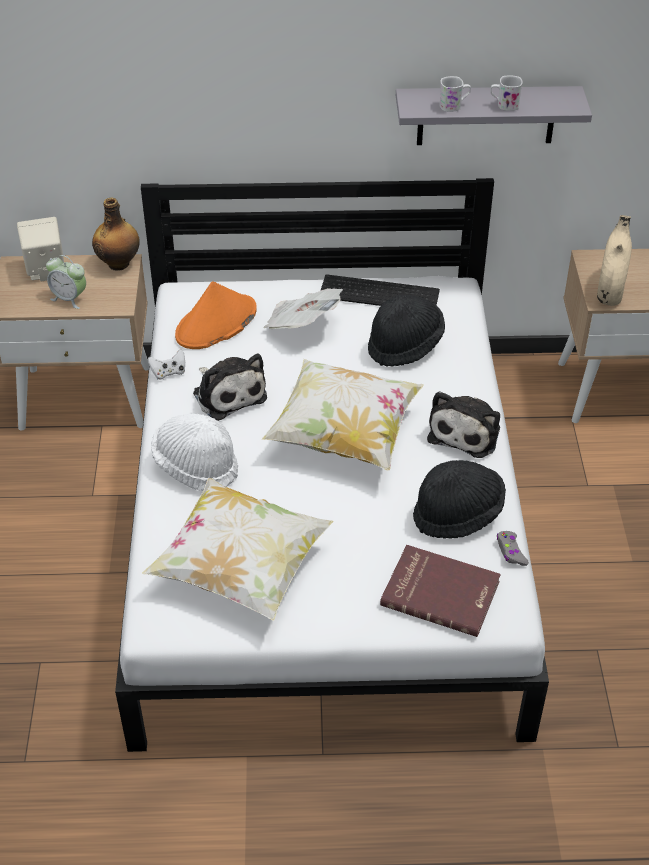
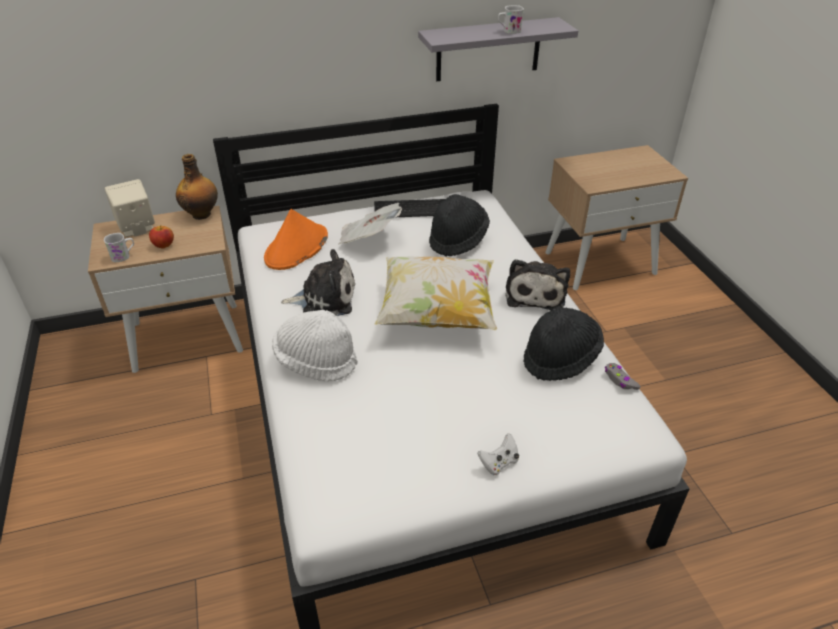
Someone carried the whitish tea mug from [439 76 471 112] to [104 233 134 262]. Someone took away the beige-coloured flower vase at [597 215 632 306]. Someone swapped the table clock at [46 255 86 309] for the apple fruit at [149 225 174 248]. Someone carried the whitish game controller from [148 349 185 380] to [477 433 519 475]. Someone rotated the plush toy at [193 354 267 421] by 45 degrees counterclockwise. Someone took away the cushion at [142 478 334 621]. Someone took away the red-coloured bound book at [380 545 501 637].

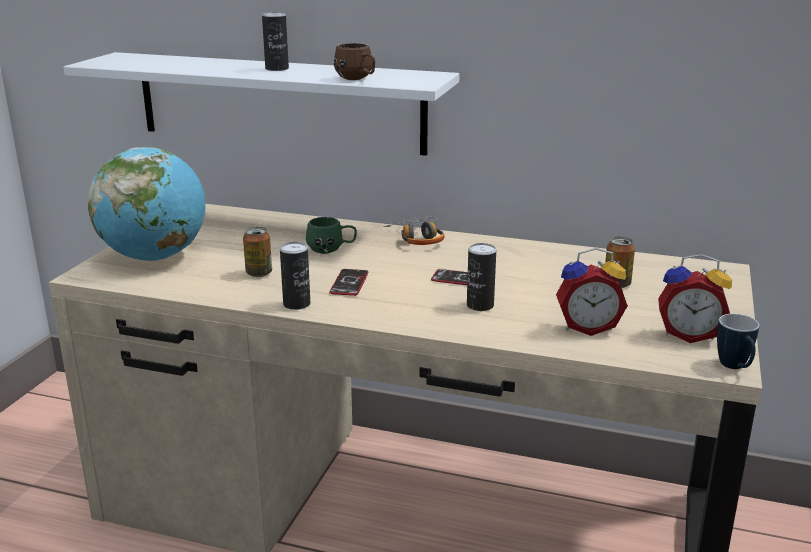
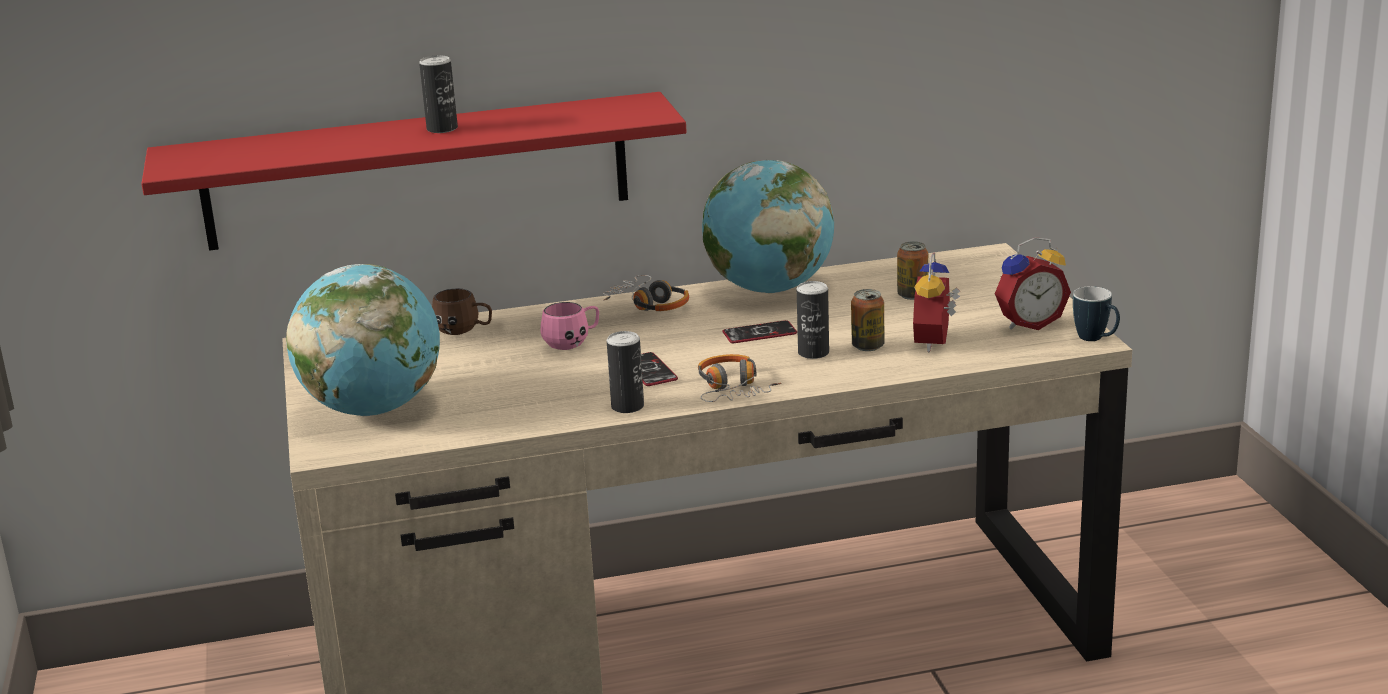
Someone carried the brown-coloured tea mug from [334 43 375 80] to [432 288 492 335]. Someone repainted the whitish shelf at [64 52 459 156], which became the red-coloured shelf at [141 92 687 251]. Someone repainted the greenish tea mug at [306 217 357 254], which became the pinkish tea mug at [540 302 599 350]. Someone carried the can from [243 227 272 277] to [851 289 885 351]. Someone rotated the table clock at [556 248 628 336] by 135 degrees clockwise. Someone put down the desk globe at [702 160 834 293]. Someone put down the pair of headphones at [698 354 782 402].

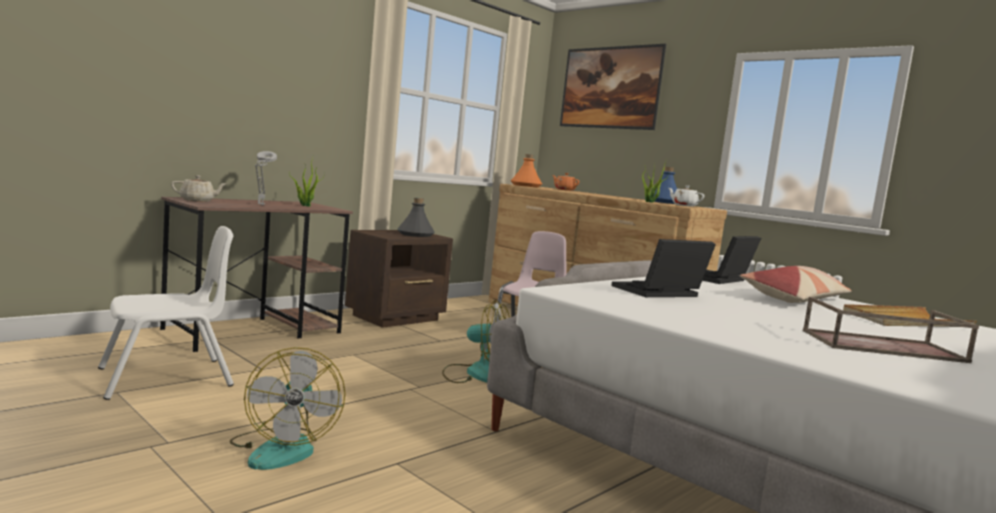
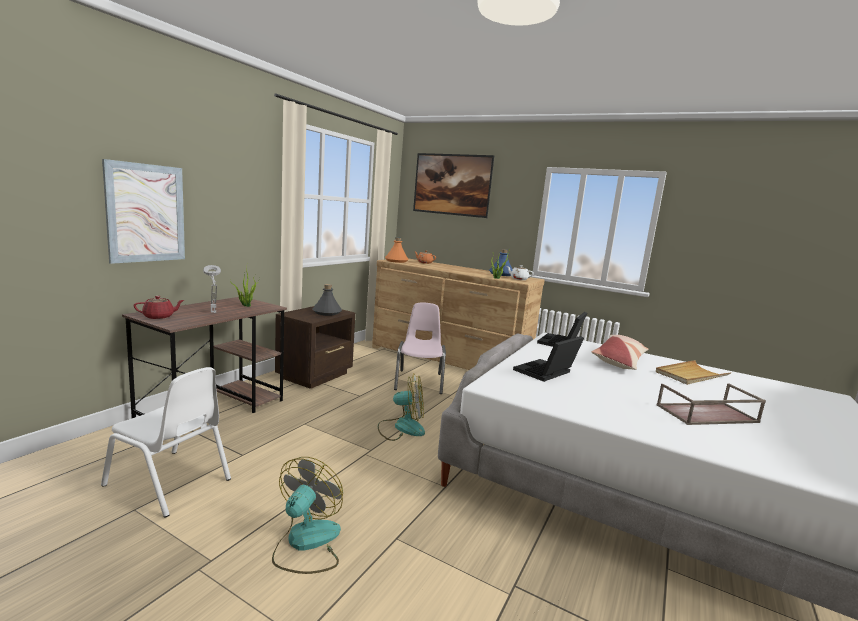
Someone repainted the beige-coloured teapot at [171 175 228 202], which became the red-coloured teapot at [133 296 184 319]. Someone rotated the whitish plain chair at [98 226 234 400] by 75 degrees clockwise. Someone rotated the electric fan at [230 347 345 470] by 135 degrees counterclockwise. Someone put up the wall picture at [102 159 185 264].

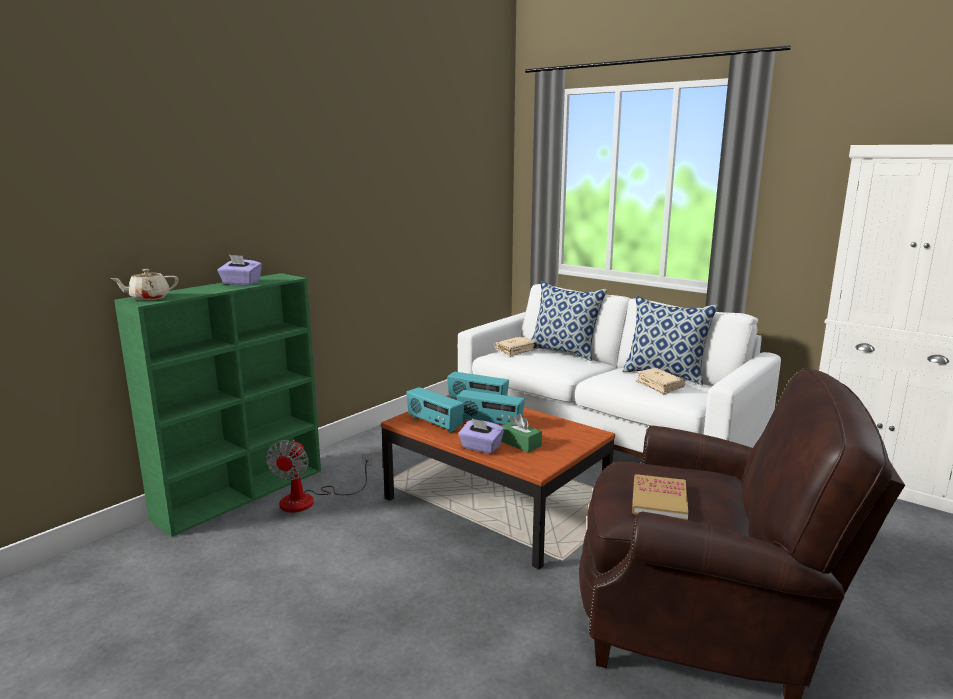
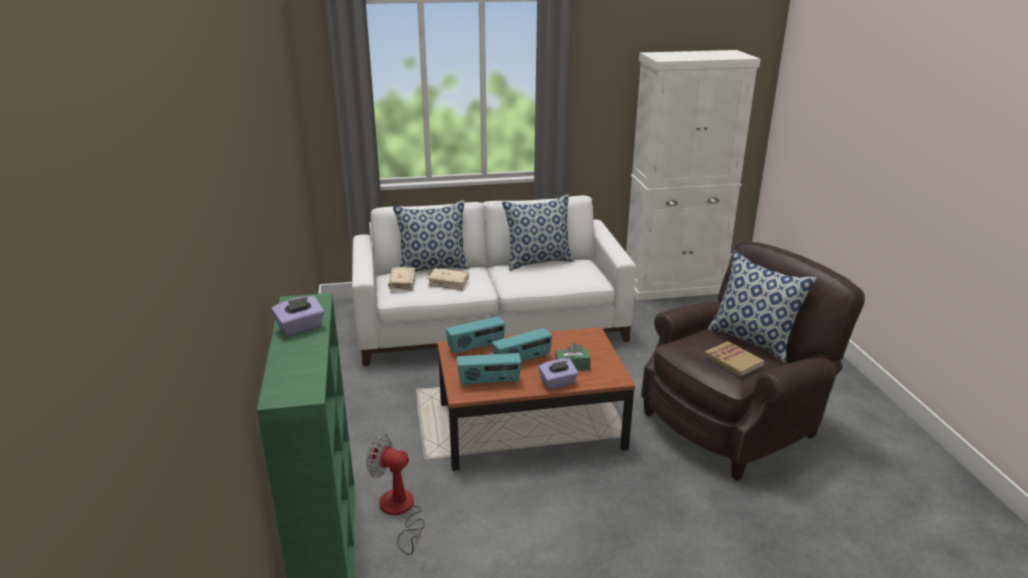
Someone took away the beige-coloured teapot at [110 269 178 301]. Someone carried the beige-coloured bound book from [636 368 685 395] to [427 268 469 290]. Someone rotated the electric fan at [266 440 371 512] by 150 degrees clockwise. Someone put down the cushion at [708 250 817 363].

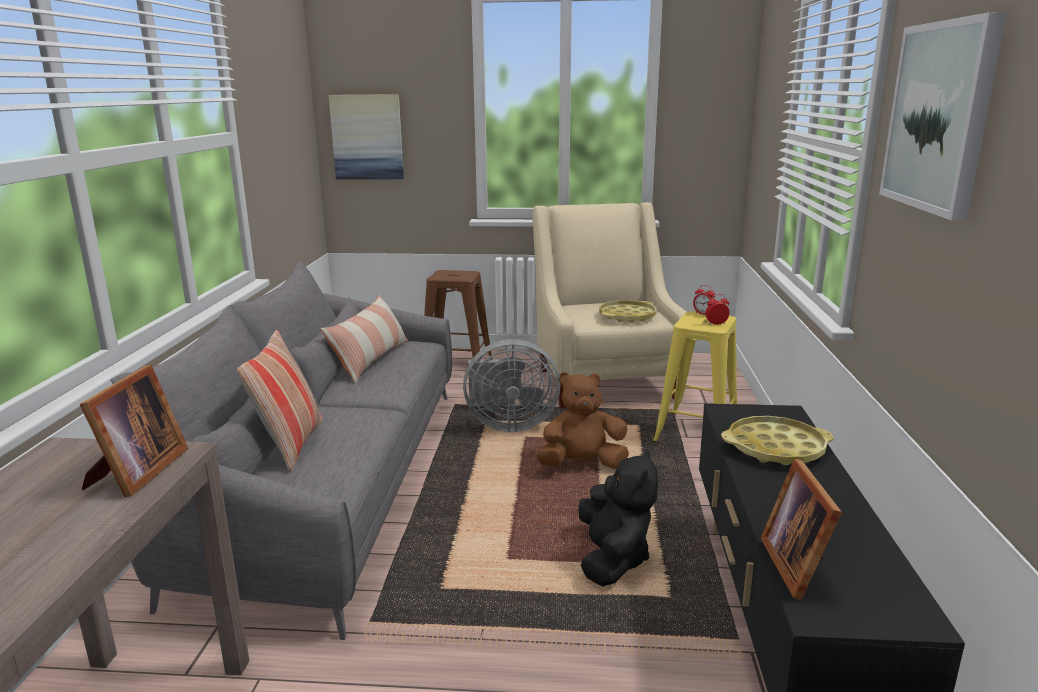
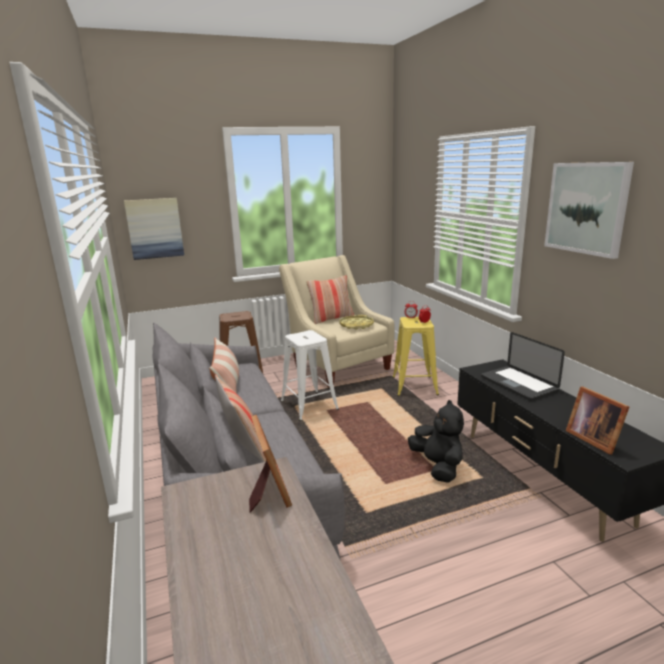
Someone swapped the grey electric fan at [463 339 560 432] for the whitish stool seat at [281 330 339 421]. Someone took away the brown-coloured plush toy at [536 372 629 469]. Someone swapped the yellow-coloured carrying tray at [721 416 834 465] for the portable computer at [481 332 565 401]. Someone put down the cushion at [307 275 354 324].

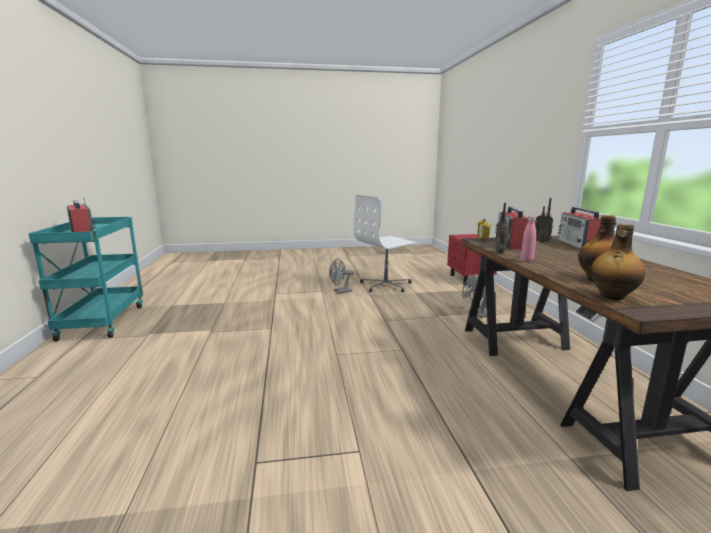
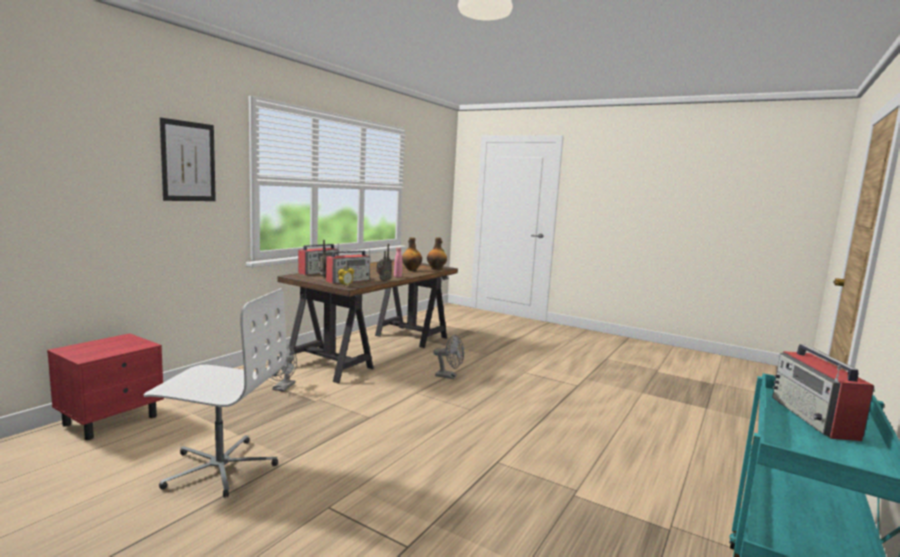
Someone carried the grey electric fan from [329 258 354 294] to [433 334 464 379]. Someone put up the wall picture at [160 118 216 201].

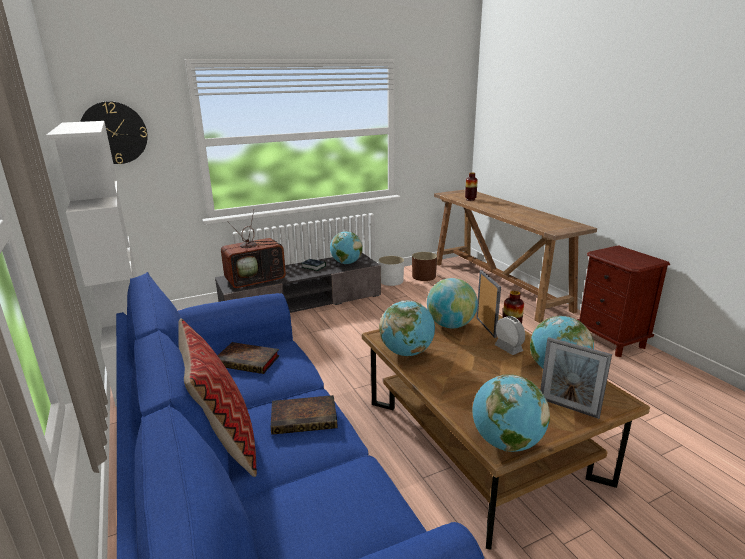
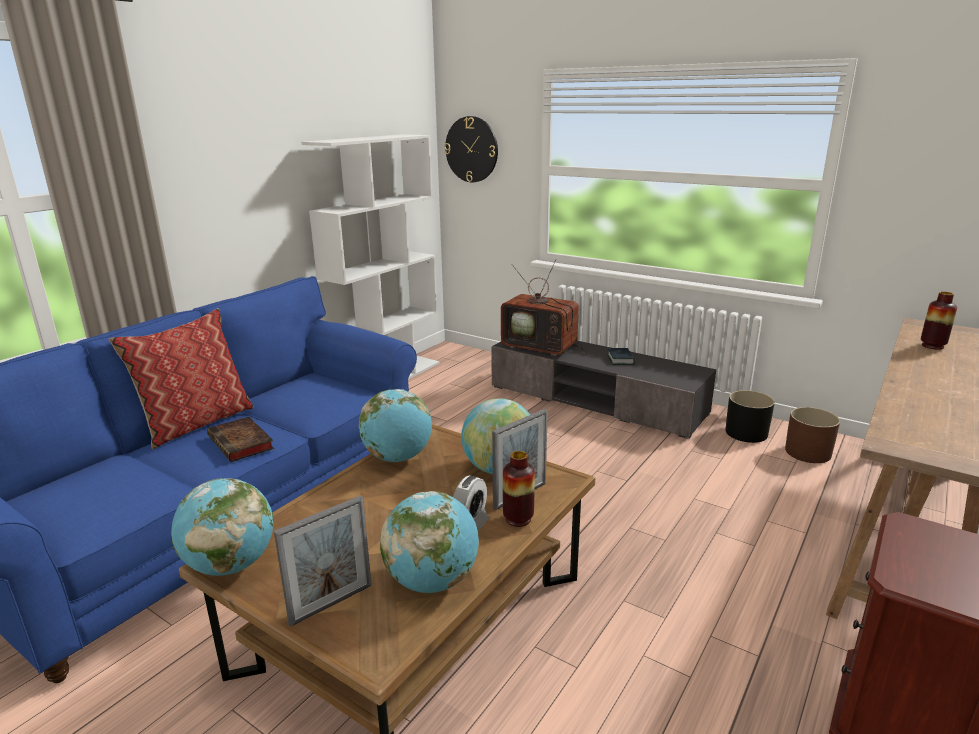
Someone took away the desk globe at [330 231 363 264]. Someone repainted the whitish plant pot at [379 256 404 286], which became the blackish plant pot at [725 390 775 443]. Someone rotated the photo frame at [540 337 612 419] by 135 degrees counterclockwise. Someone took away the bound book at [217 342 280 374].

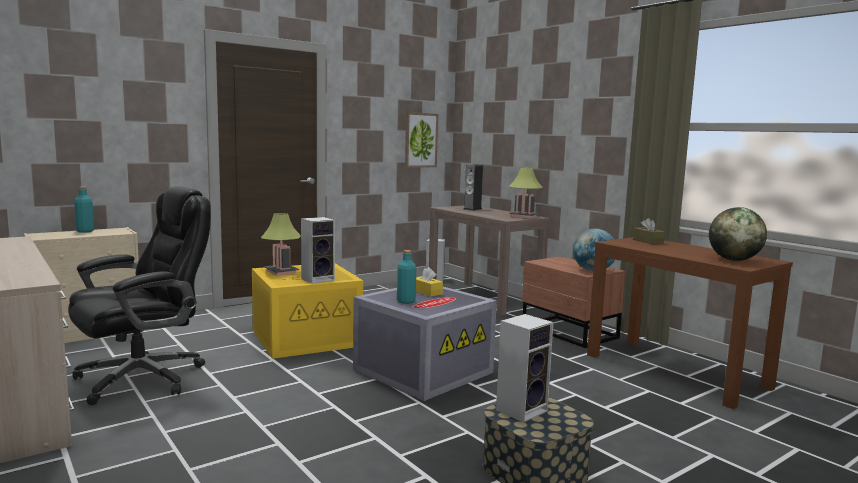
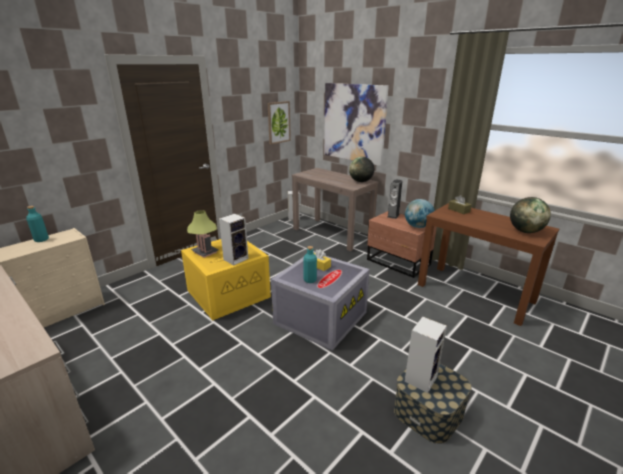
Someone carried the speaker from [463 164 483 211] to [387 179 402 219]. Someone swapped the table lamp at [509 168 543 218] for the desk globe at [349 157 375 182]. Someone took away the blackish computer chair at [68 186 211 405]. Someone put up the wall picture at [324 83 389 166].

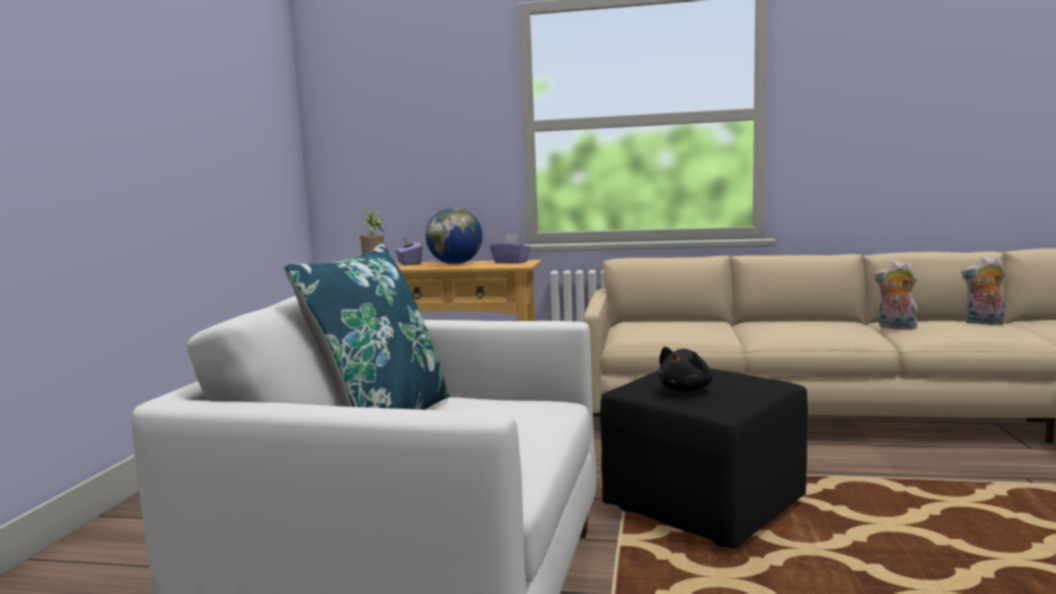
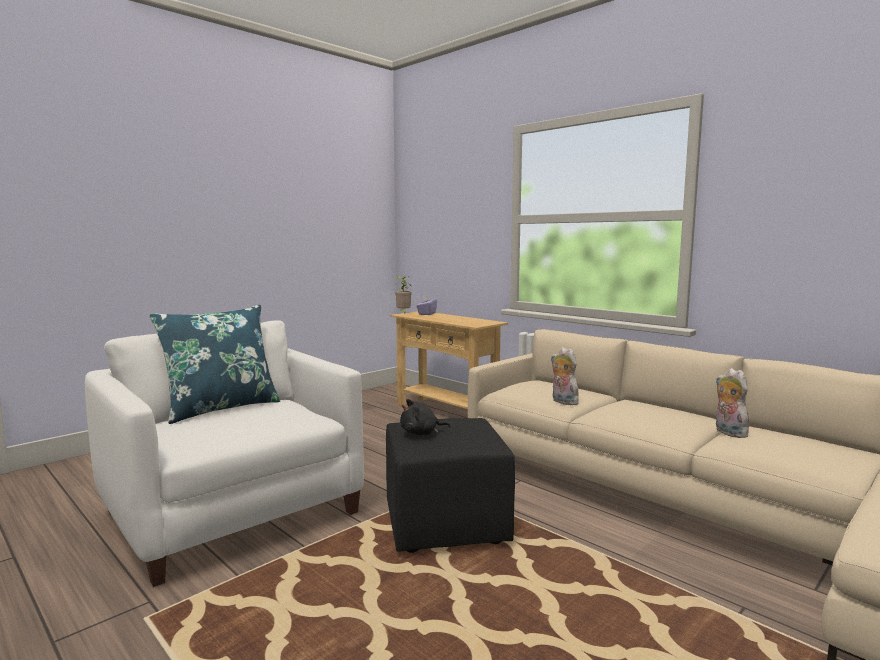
Someone took away the desk globe at [426 208 483 265]. Someone took away the purplish tissue box at [490 234 531 264]. Someone carried the plush toy from [961 256 1005 325] to [551 347 581 405].

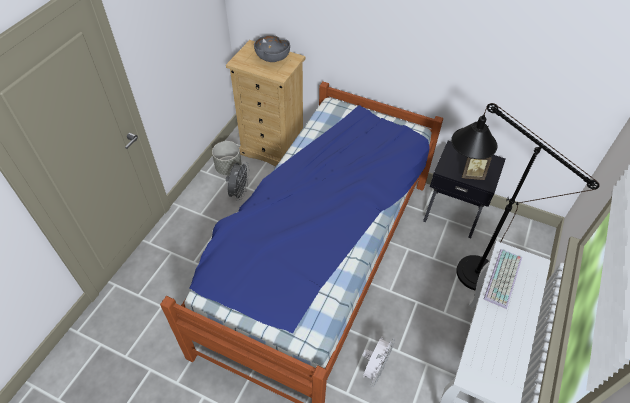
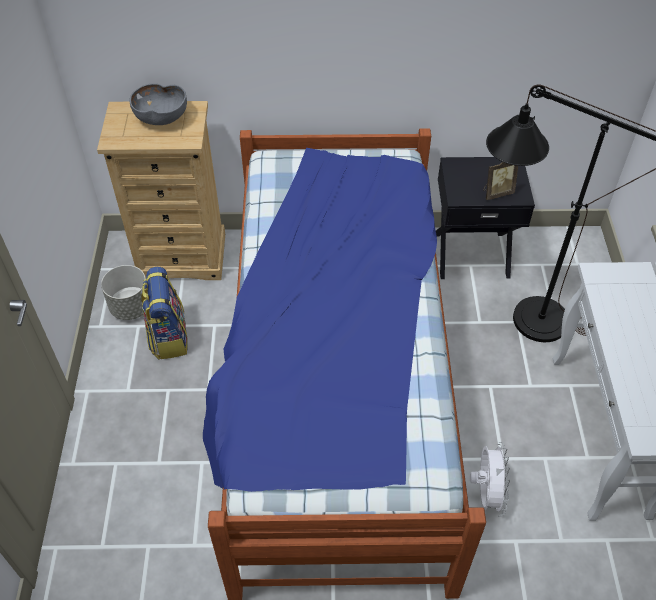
Someone swapped the grey electric fan at [226 162 250 201] for the backpack at [141 267 188 359]. Someone took away the keyboard at [483 249 522 309].

